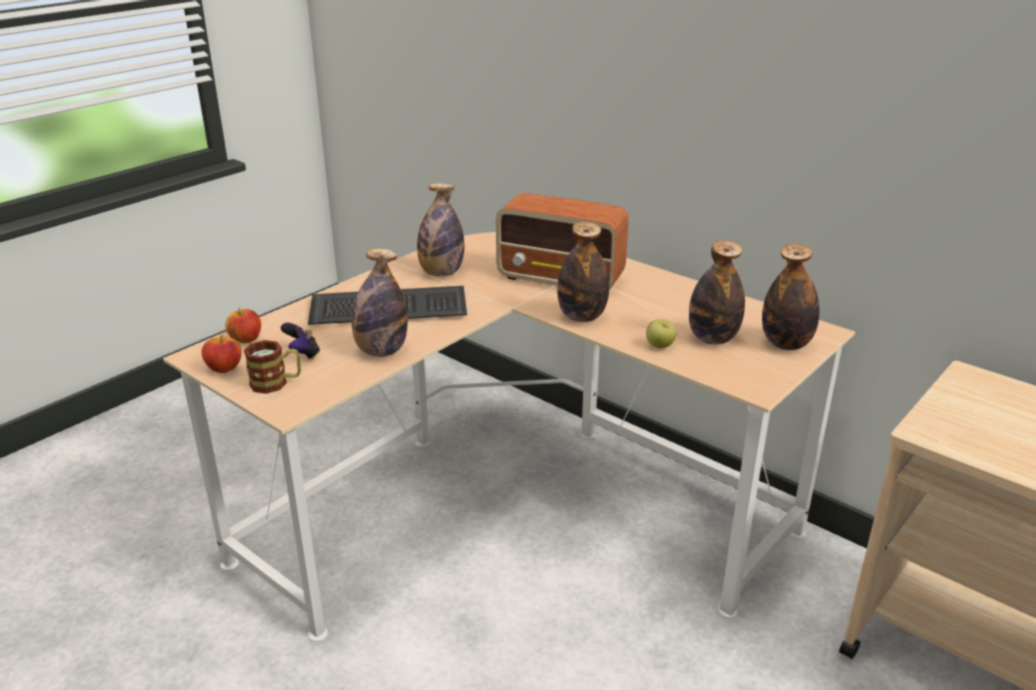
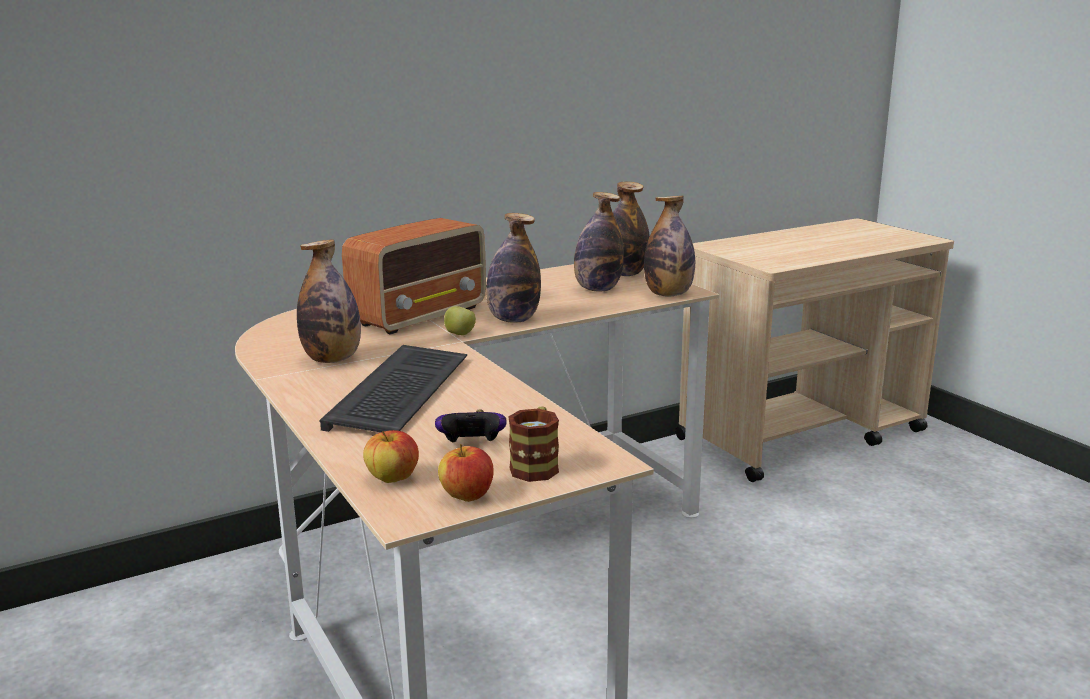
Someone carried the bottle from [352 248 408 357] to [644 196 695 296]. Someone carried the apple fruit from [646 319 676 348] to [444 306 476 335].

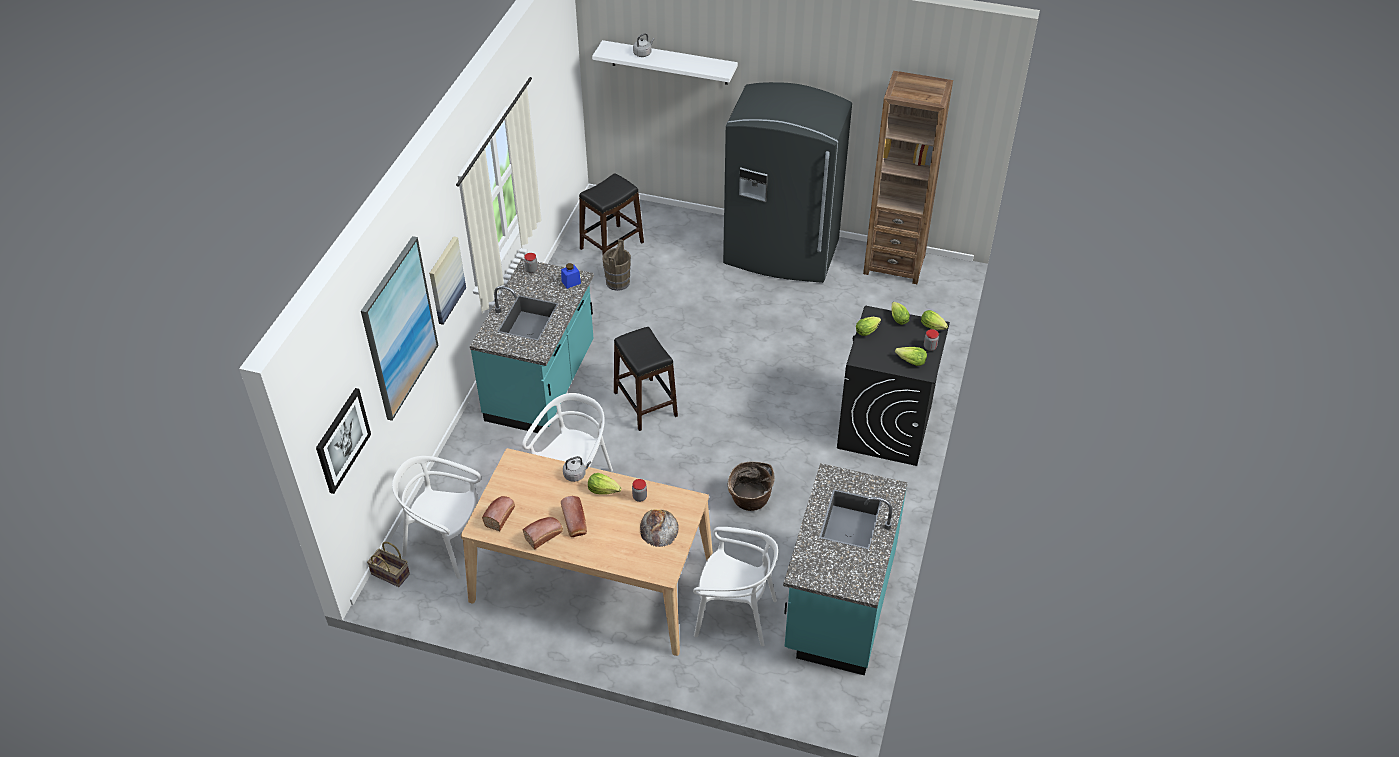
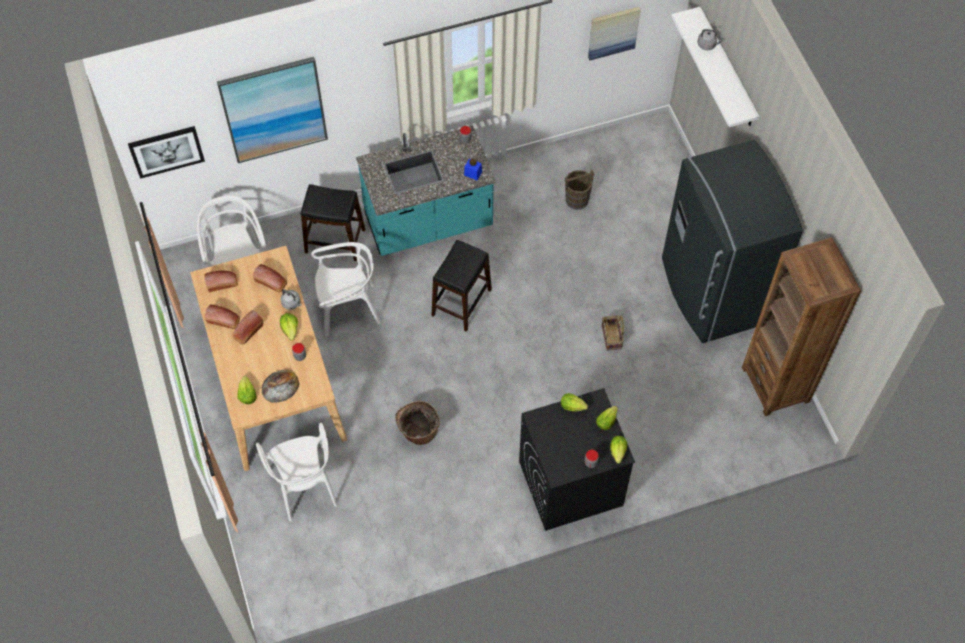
Someone carried the blackish stool seat from [579 173 644 254] to [301 184 365 261]. Someone carried the wall picture from [429 236 466 325] to [588 7 641 60]. Someone carried the lettuce from [895 347 927 366] to [237 376 257 404]. Someone took away the blue-green kitchen base unit at [783 463 908 676]. Someone carried the storage basket from [367 542 410 587] to [602 315 624 351]. Someone put down the bread at [253 264 287 292].

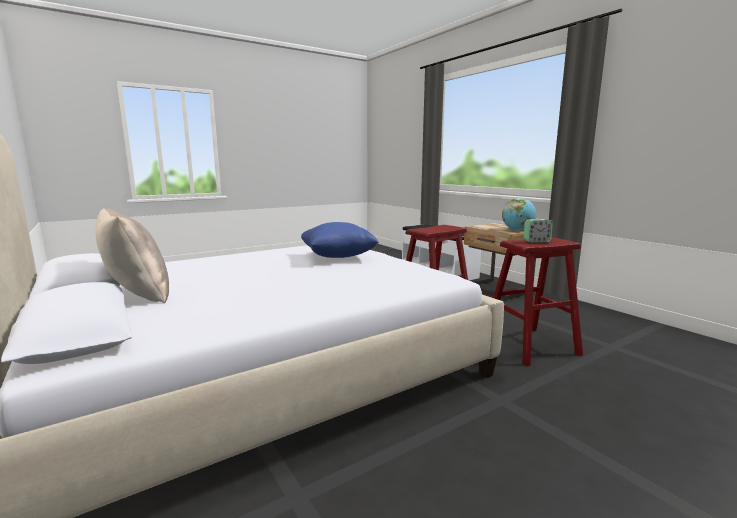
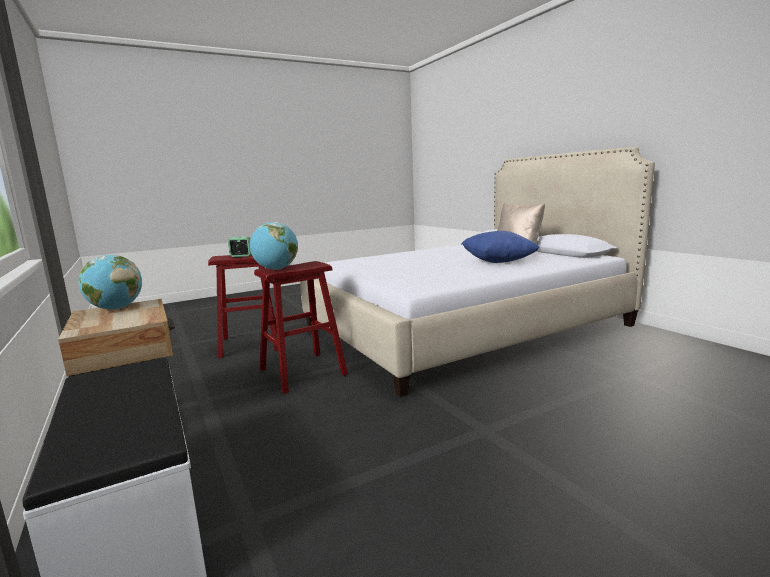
Someone carried the blue cushion from [301 222 379 258] to [461 231 539 263]. Someone put down the desk globe at [250 222 298 270].

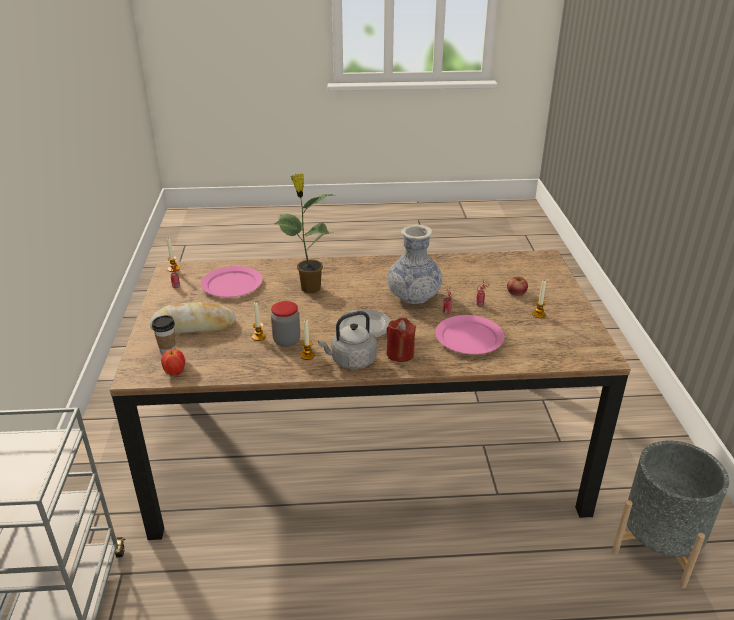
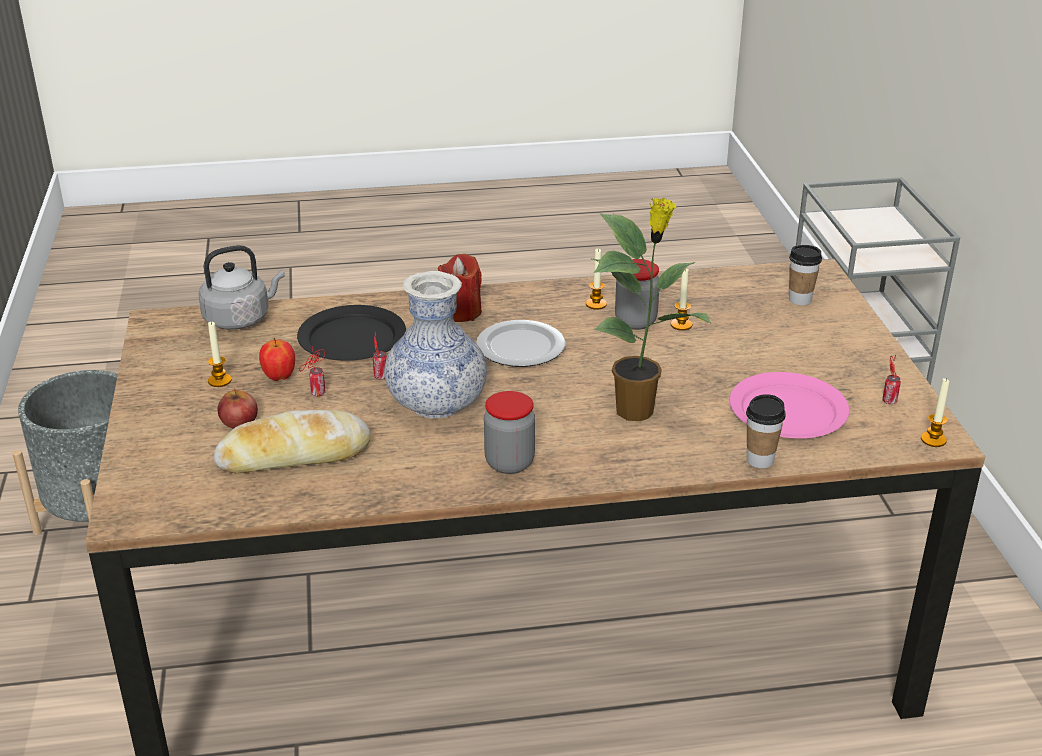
Someone carried the bread from [150 302 236 333] to [214 410 371 473]. Someone carried the grey water kettle from [318 311 377 369] to [198 245 285 330]. Someone repainted the pinkish plate at [435 315 504 354], which became the blackish plate at [297 305 406 361]. Someone carried the apple fruit from [161 349 185 376] to [259 338 295 381]. Someone put down the preserve jar at [484 391 535 474]. Someone put down the cup at [746 394 786 468].

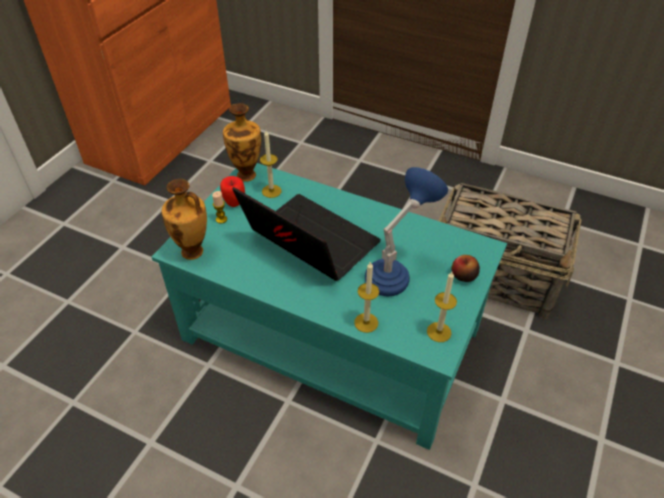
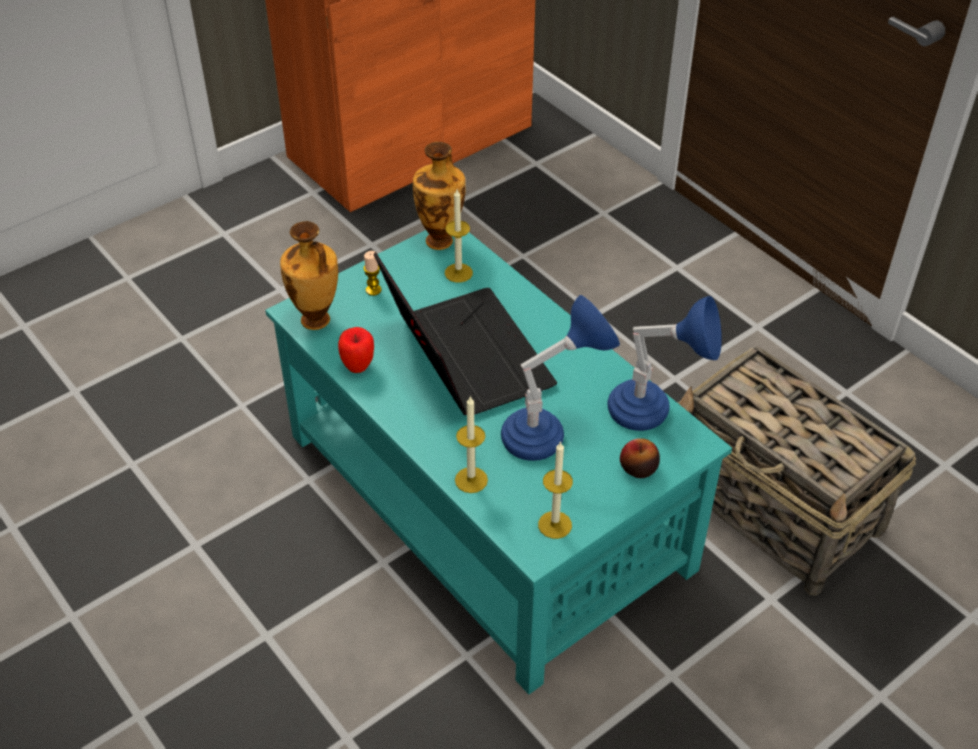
Someone carried the apple fruit from [220 176 245 207] to [338 327 374 373]. Someone put down the blue table lamp at [607 296 722 431].

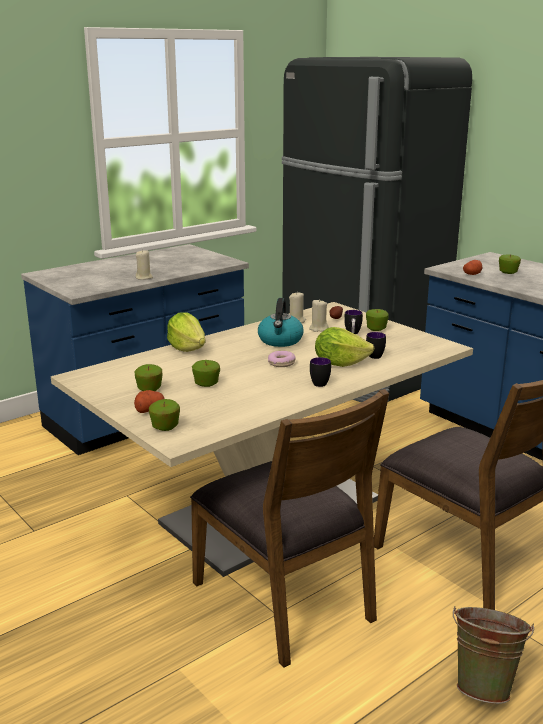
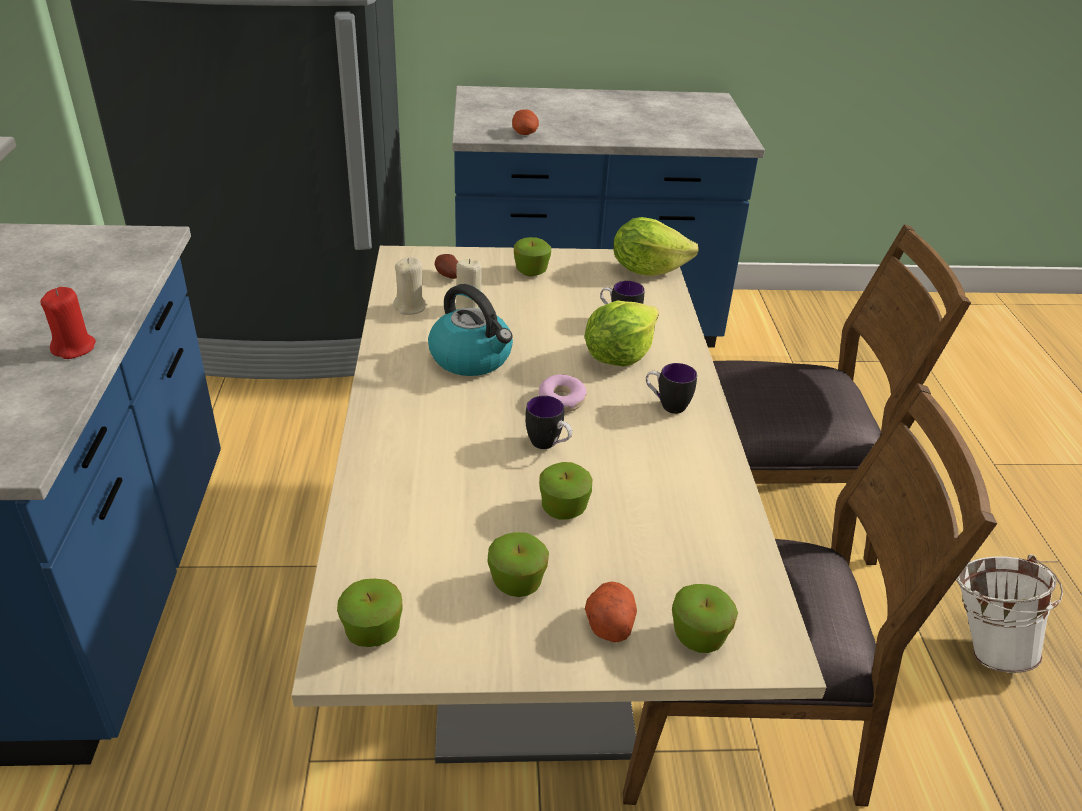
Someone repainted the beige-coloured wax candle at [136 249 153 280], which became the red-coloured wax candle at [40 287 96 359]. Someone carried the apple fruit from [499 255 521 274] to [337 579 403 647]. Someone carried the tea mug from [344 310 363 334] to [525 396 572 449]. Someone carried the lettuce from [167 312 205 352] to [613 217 699 276]. Someone repainted the greenish pail at [453 606 534 704], which became the whitish pail at [956 555 1063 673].

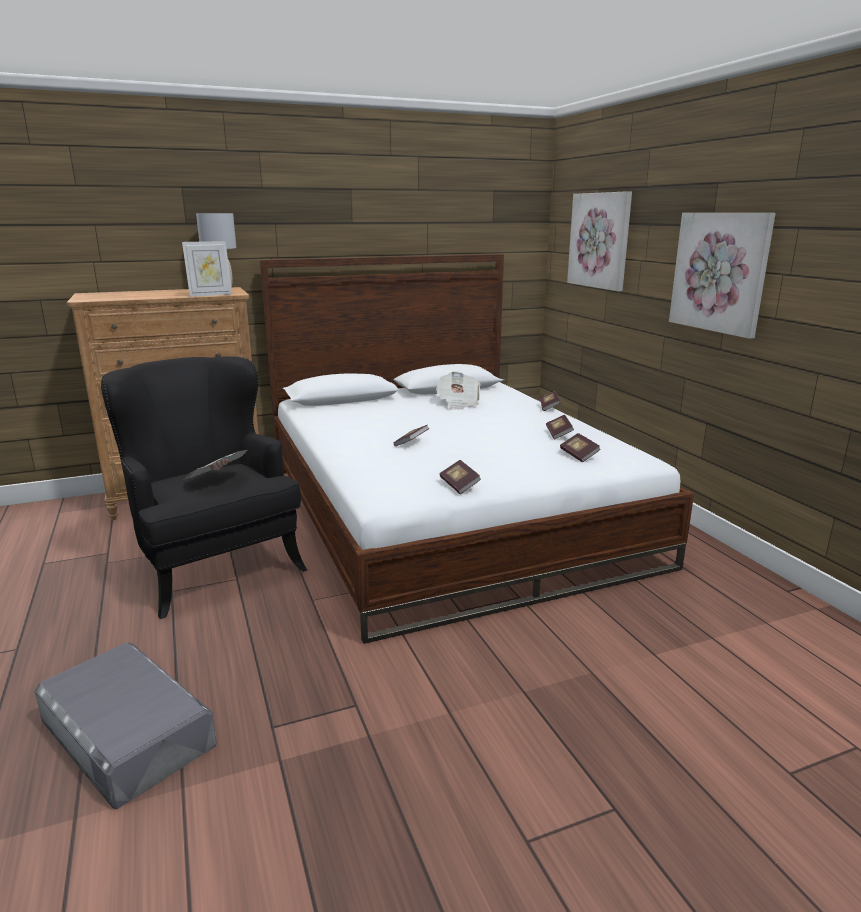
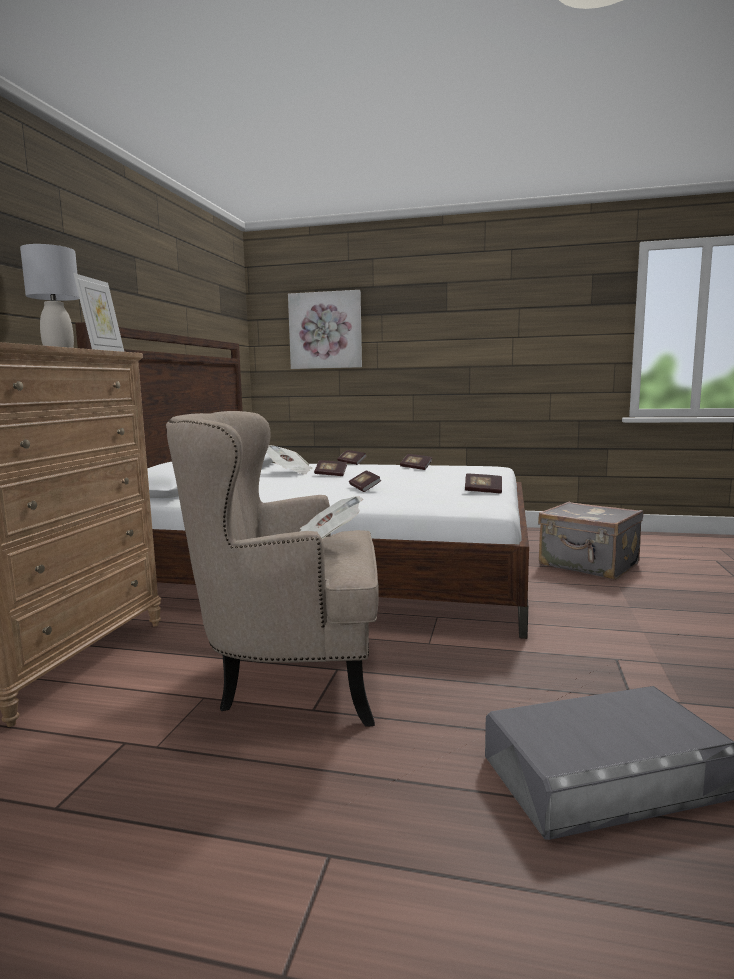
Someone took away the wall picture at [669 213 776 339]. Someone repainted the blackish easy chair at [101 356 307 619], which became the beige-coloured easy chair at [166 411 379 727]. Someone carried the bound book from [560 433 601 462] to [314 460 347 476]. Someone put down the grey piece of luggage at [538 501 643 580].

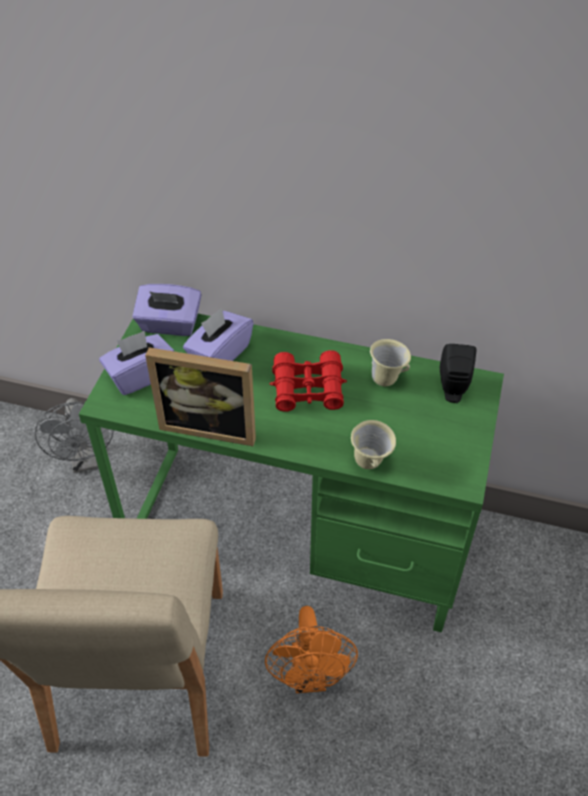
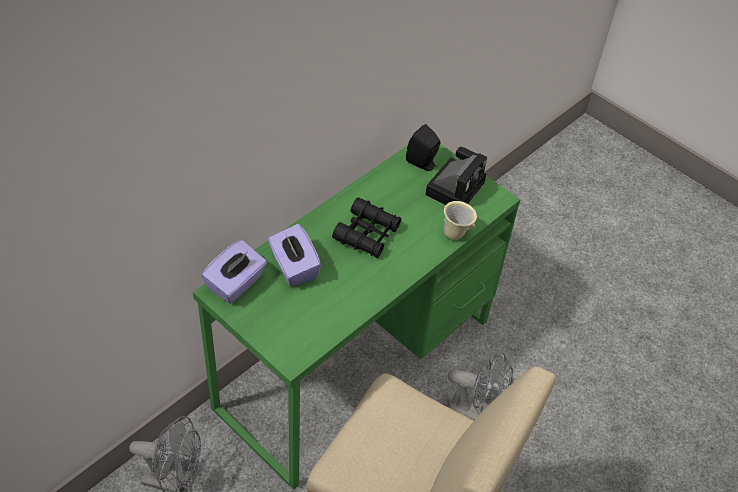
Someone took away the purplish tissue box at [99 331 174 395]. Someone took away the beige-coloured tea mug at [370 339 411 386]. Someone took away the photo frame at [145 347 256 446]. Someone repainted the red-coloured field glasses at [270 350 347 412], which became the blackish field glasses at [332 197 401 258]. Someone repainted the orange-coloured electric fan at [265 606 358 693], which became the grey electric fan at [448 353 514 420]. Someone put down the still camera at [425 147 487 205].

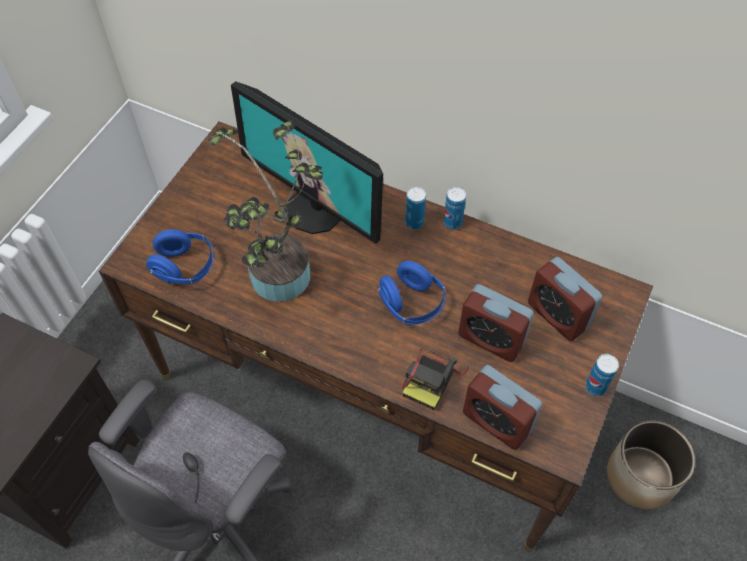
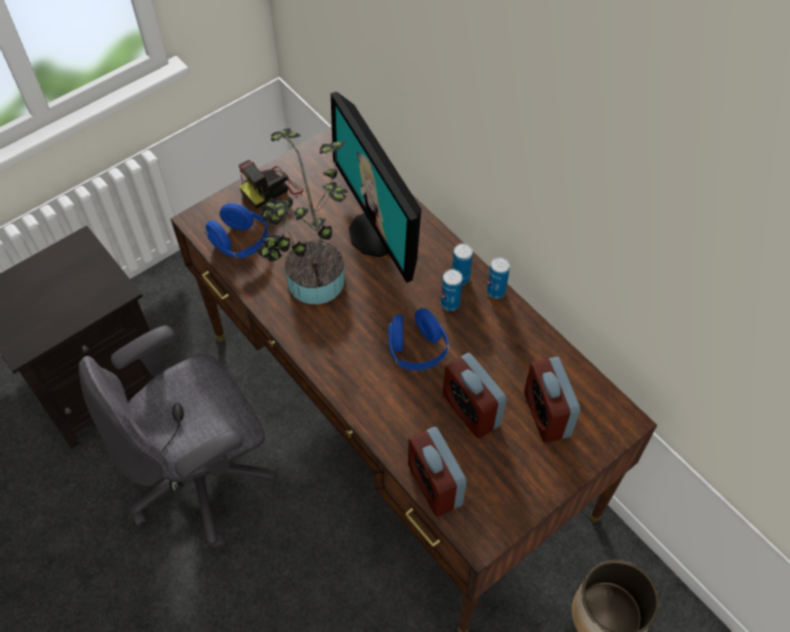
Someone carried the still camera from [402 348 469 410] to [239 160 303 209]. Someone carried the can from [585 354 619 396] to [441 269 462 311].

